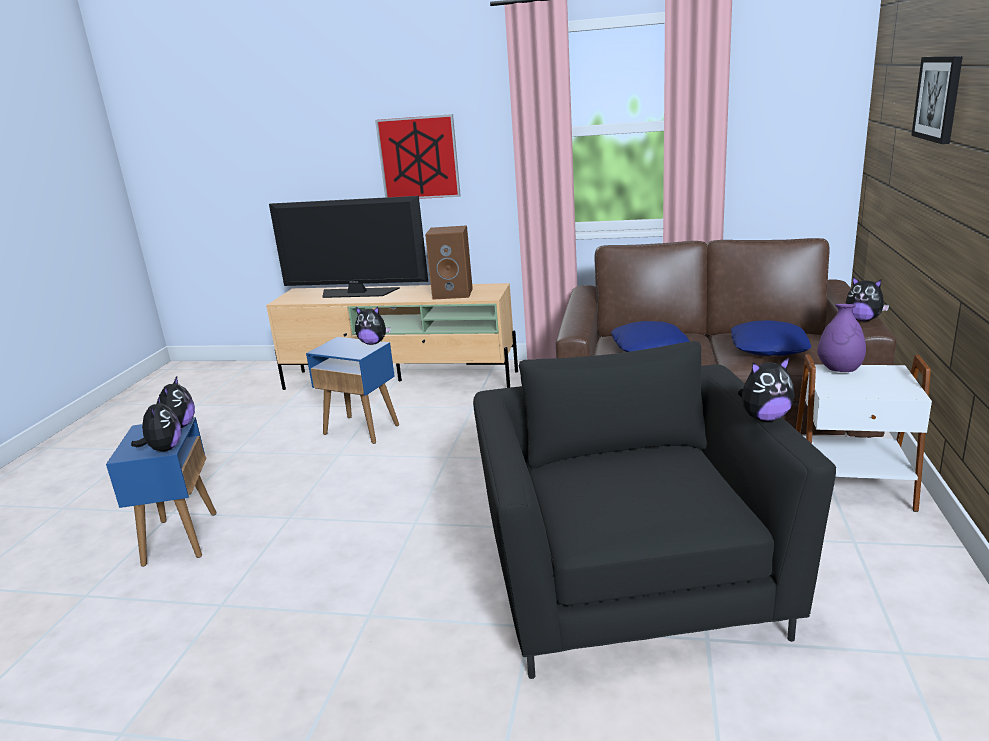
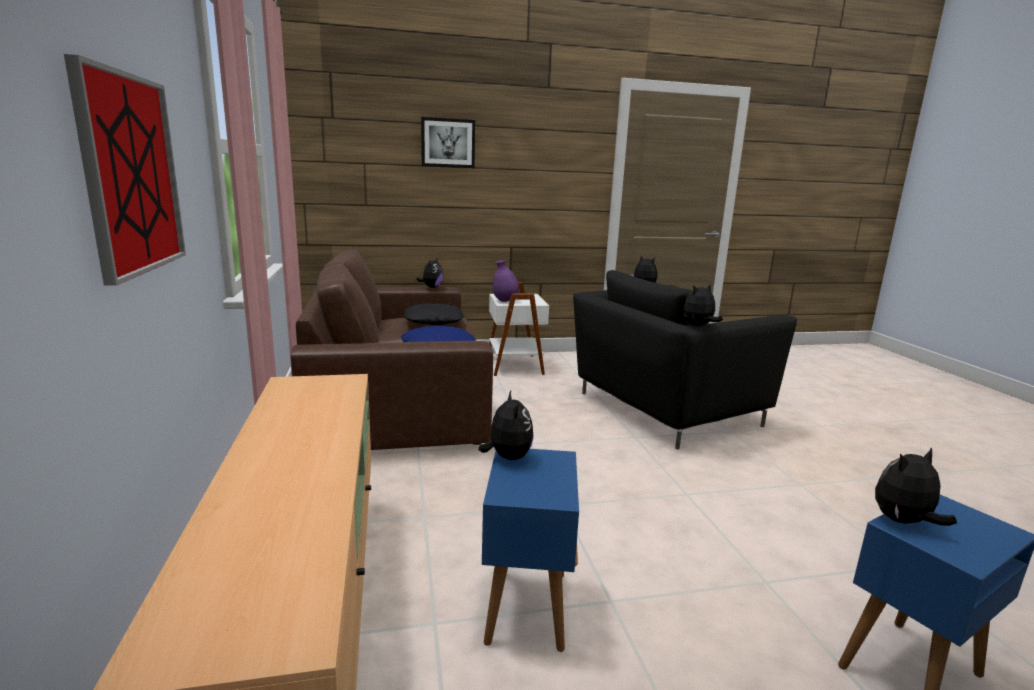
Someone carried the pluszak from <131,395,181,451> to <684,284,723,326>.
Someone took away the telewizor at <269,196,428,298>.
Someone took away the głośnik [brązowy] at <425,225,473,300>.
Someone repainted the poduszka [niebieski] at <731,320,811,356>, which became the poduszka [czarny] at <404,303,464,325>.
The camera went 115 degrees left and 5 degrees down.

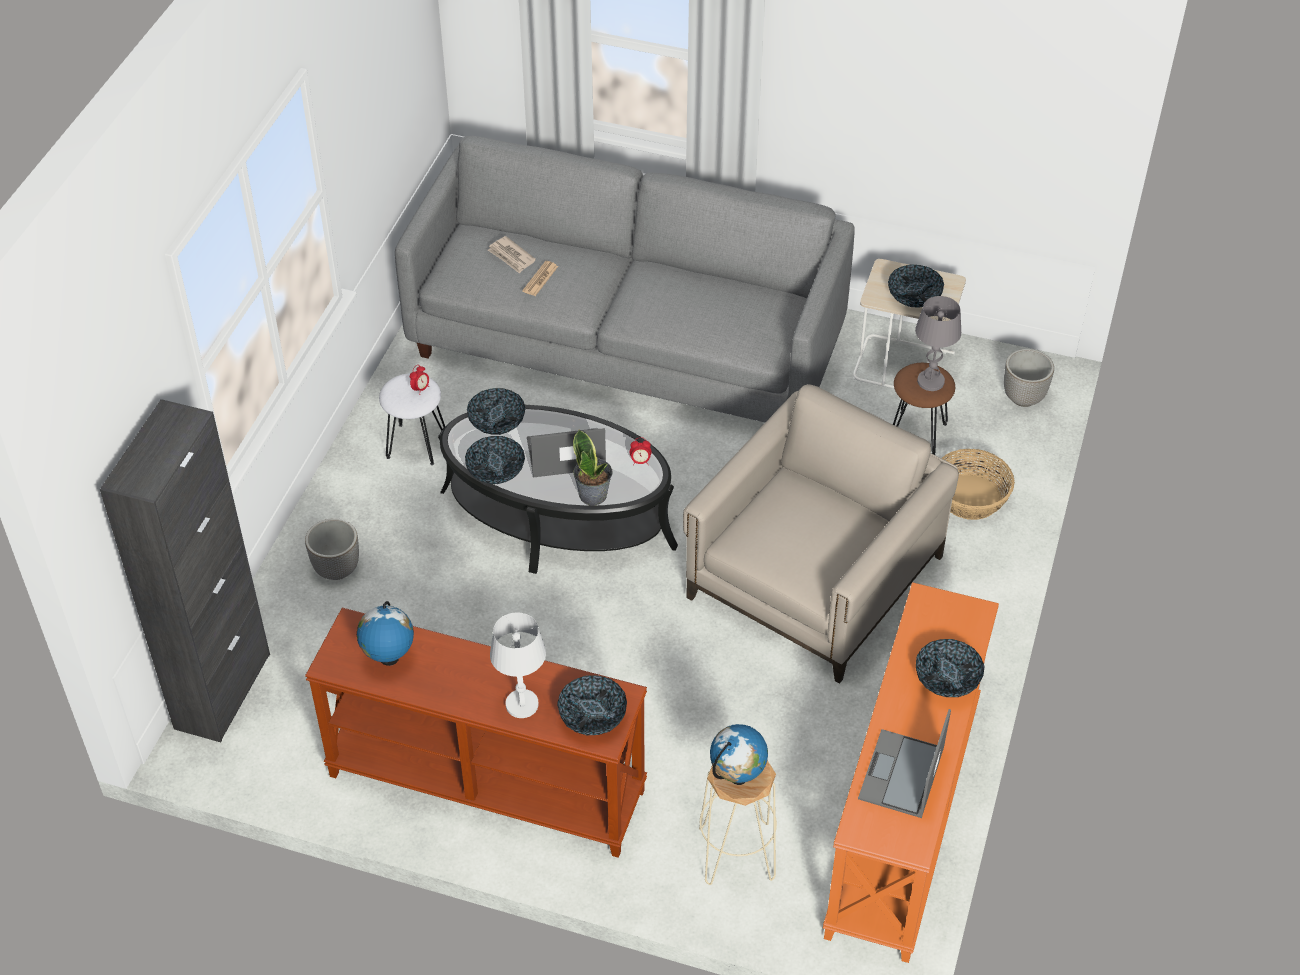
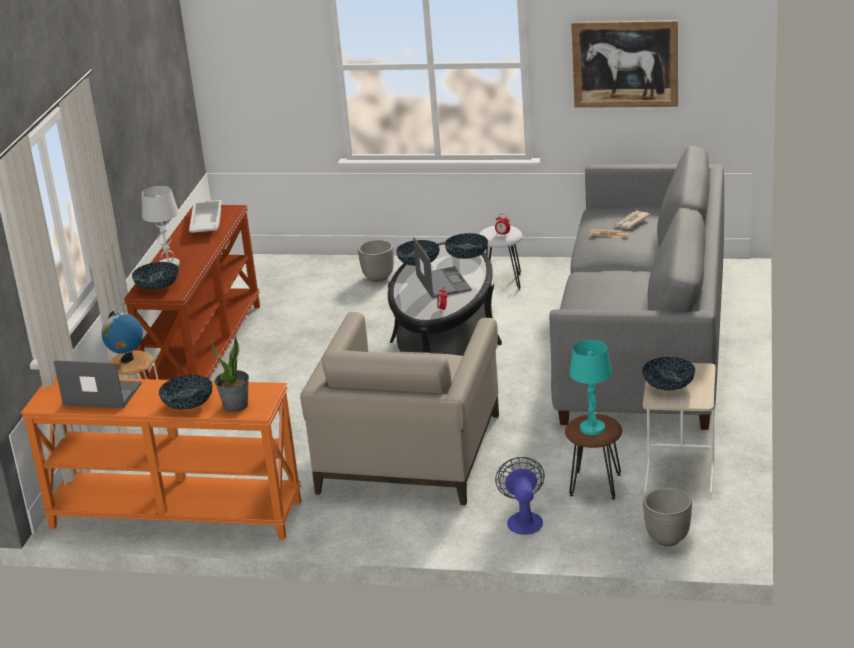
Someone took away the szafka [czarny] at <100,399,270,742>.
Someone swapped the globus at <357,601,414,666> for the taca [biały] at <189,200,222,233>.
Someone carried the roślina doniczkowa from <573,430,612,506> to <211,333,249,412>.
Someone rotated the fotel [beżowy] at <683,384,959,684> by 75 degrees clockwise.
Someone repainted the lampa stołowa [szary] at <915,296,961,391>, which became the lampa stołowa [turkusowy] at <570,340,612,435>.
Someone swapped the koszyk at <941,449,1015,520> for the wentylator at <495,457,545,535>.
Someone put up the obraz at <571,20,678,108>.
The camera went 85 degrees right and 20 degrees down.

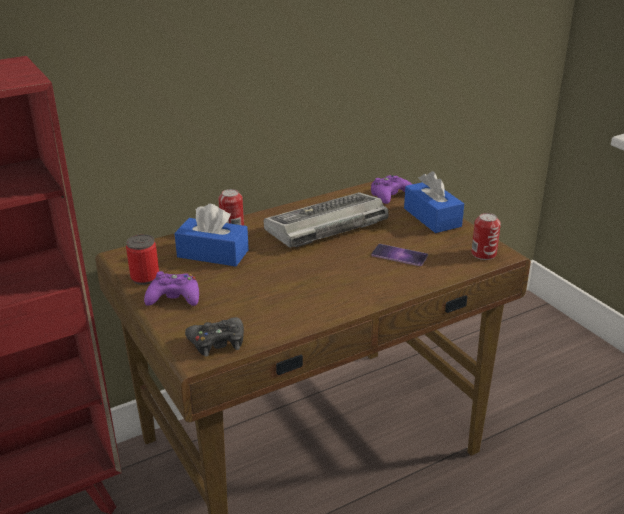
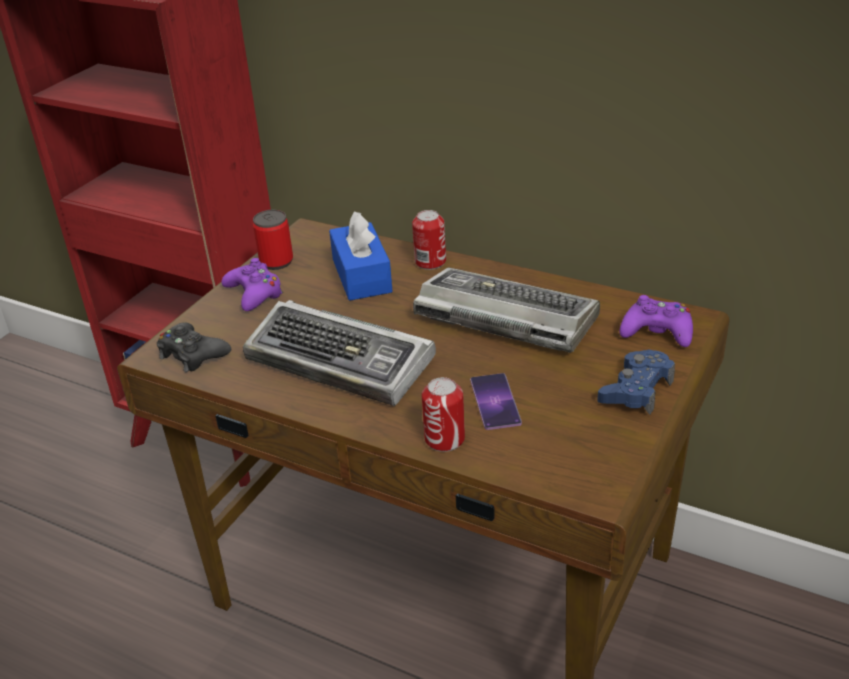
Someone swapped the pudełko chusteczek [niebieski] at <404,171,464,233> for the pad do gier [niebieski] at <597,349,675,415>.
Someone carried the puszka from <471,213,501,260> to <422,377,465,452>.
Someone put down the klawiatura at <243,300,436,406>.
The camera went 60 degrees right and 5 degrees up.

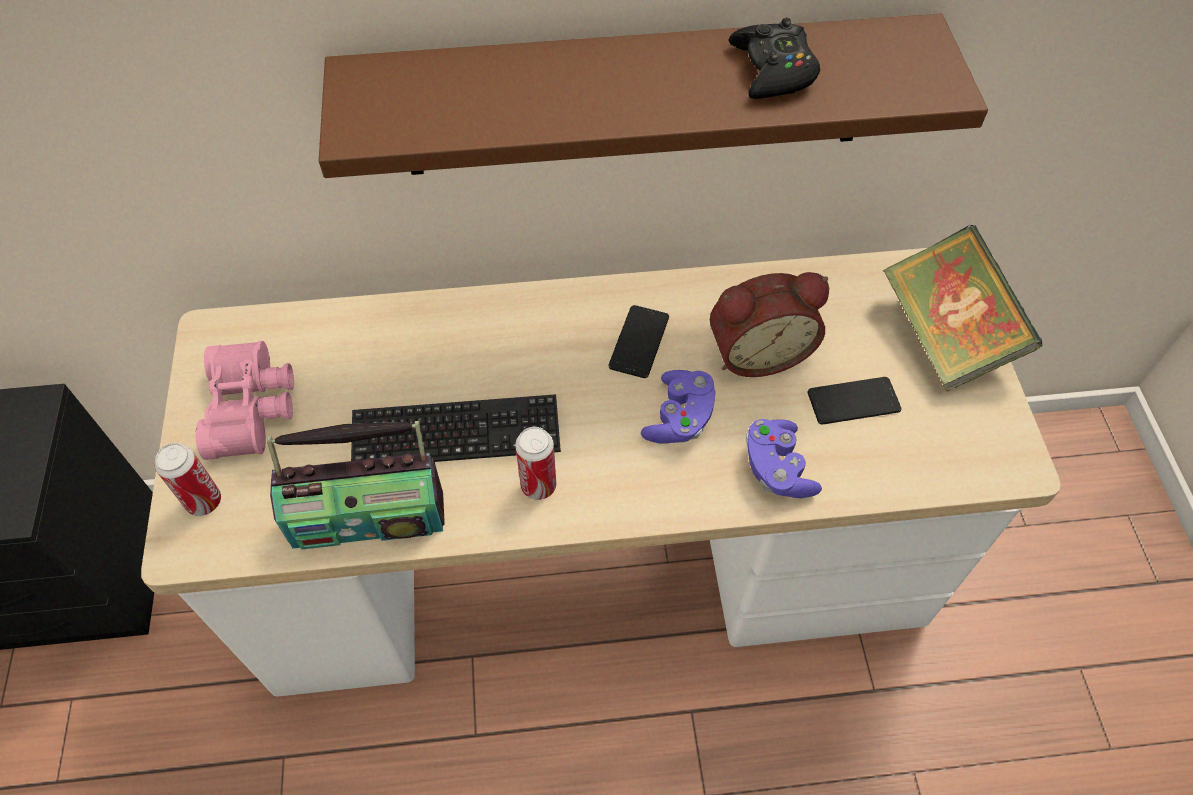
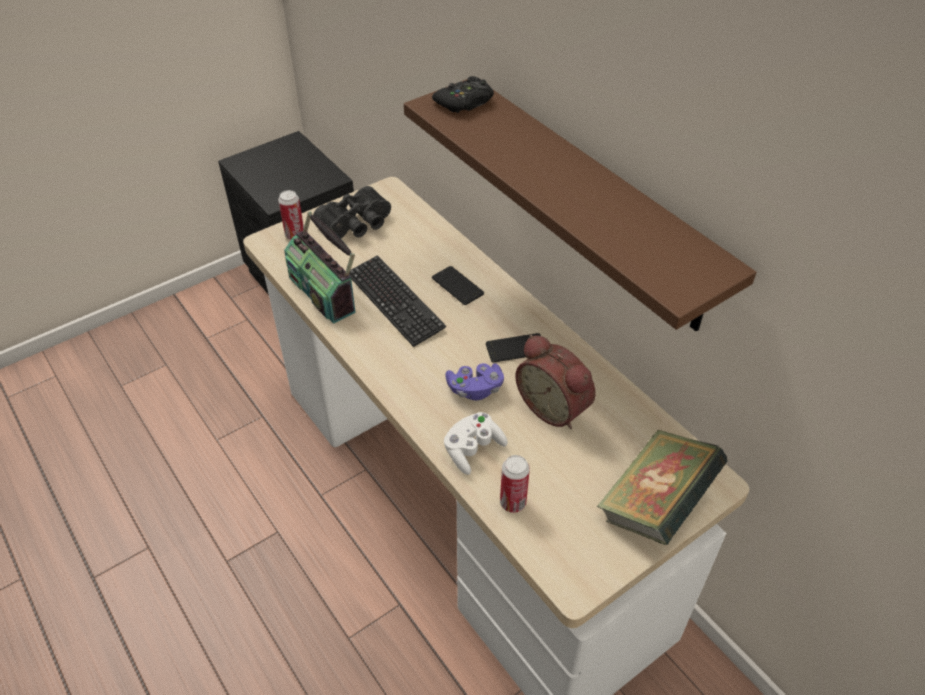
Someone repainted the lornetka [różowy] at <196,341,294,460>, which became the lornetka [czarny] at <313,186,391,238>.
Someone carried the puszka from <515,427,556,500> to <500,455,530,513>.
Someone carried the pad do gier [czarny] from <729,18,820,99> to <432,76,494,113>.
Someone repainted the pad do gier [fioletowy] at <746,419,822,498>, which became the pad do gier [biały] at <444,412,508,475>.
Someone carried the telefon from <808,377,901,425> to <432,266,484,305>.
The camera went 60 degrees right and 10 degrees down.

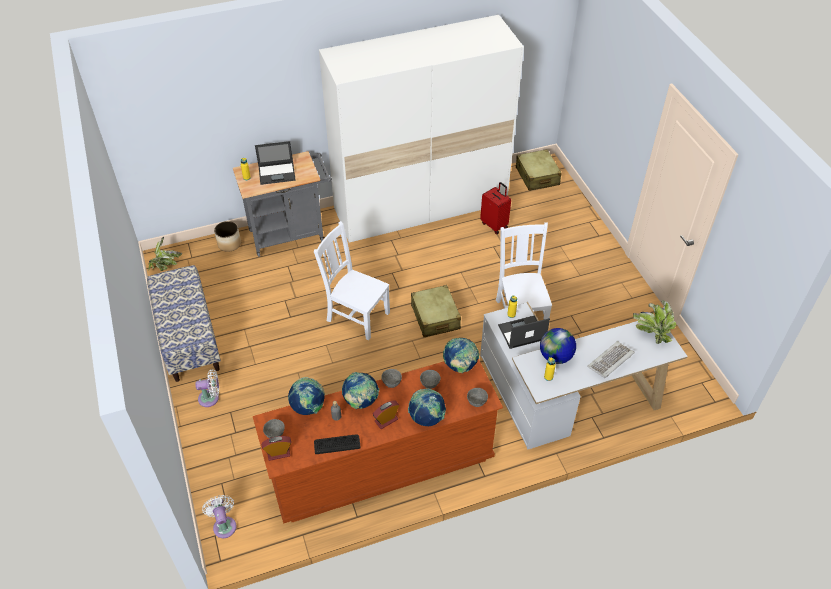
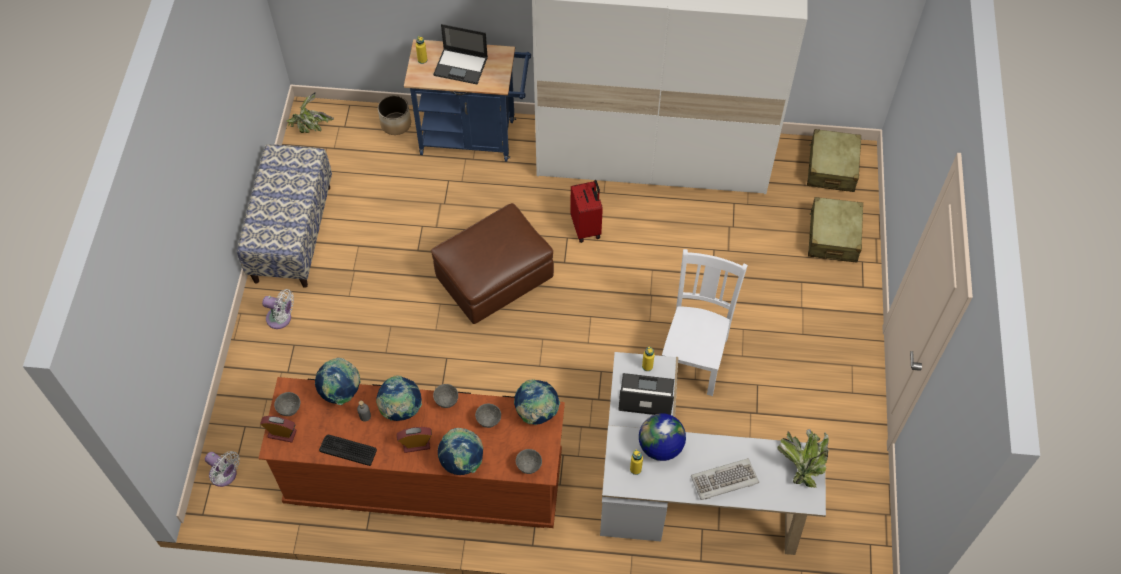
Someone rotated the wentylator [biały] at <202,495,237,538> by 120 degrees clockwise.
Someone repainted the wózek [szary] at <233,151,332,257>, which became the wózek [niebieski] at <404,39,531,162>.
Someone swapped the krzesło [biały] at <314,221,390,341> for the pufa [brązowy] at <431,203,554,324>.
Someone carried the walizka [beżowy] from <411,285,461,337> to <808,197,863,262>.
Someone carried the walizka [czerwony] from <480,182,511,234> to <570,180,603,243>.
The camera went 25 degrees right and 10 degrees up.

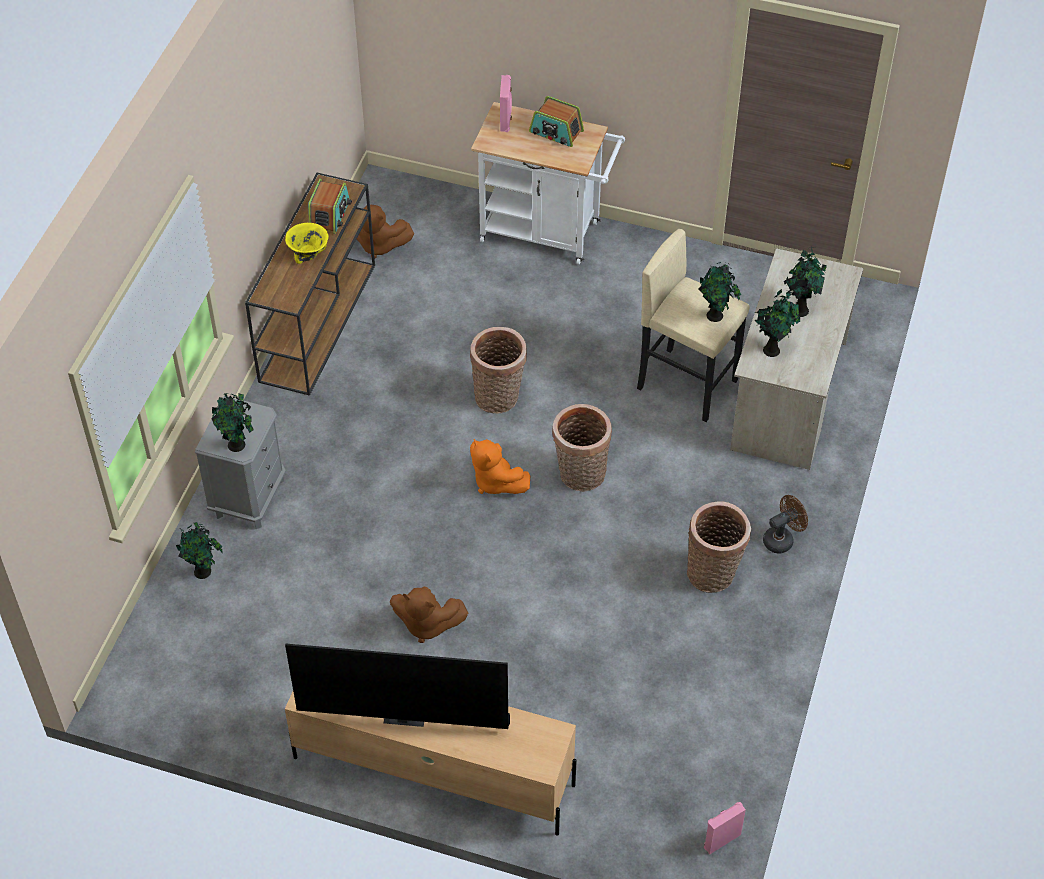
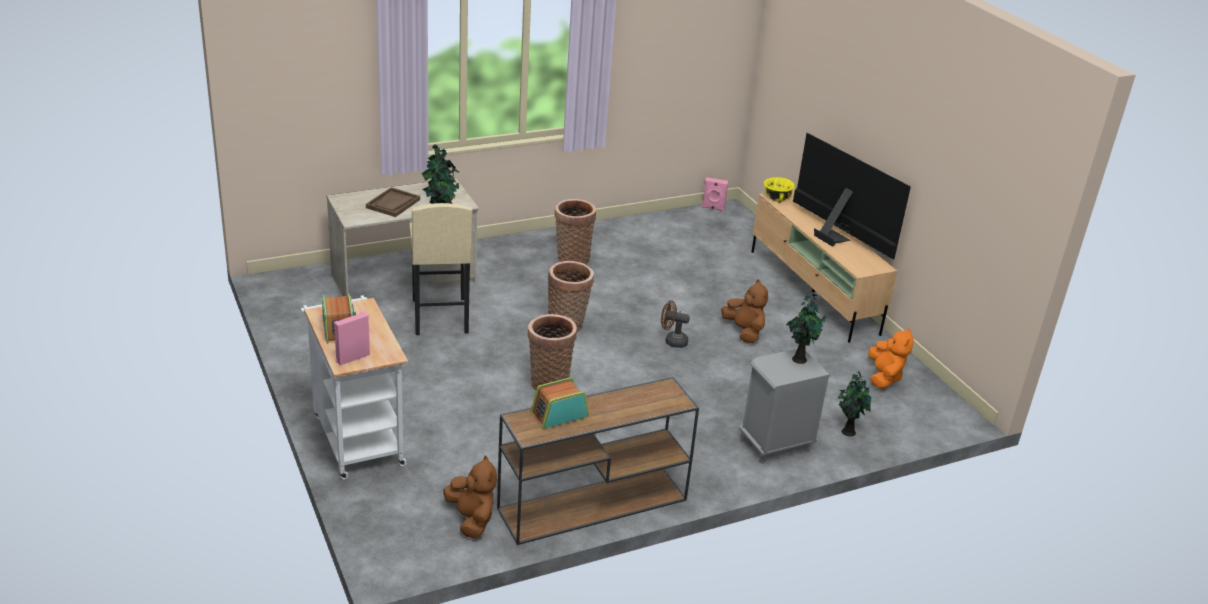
Someone carried the miska [żółty] from <285,223,329,264> to <764,177,795,203>.
Someone carried the pluszak [pomarańczowy] from <470,439,530,494> to <868,328,913,389>.
Someone carried the wentylator [brązowy] from <763,495,808,554> to <661,300,690,348>.
Someone swapped the roślina doniczkowa at <784,247,827,317> for the taca [brązowy] at <366,187,420,217>.
The camera went 135 degrees left and 20 degrees down.

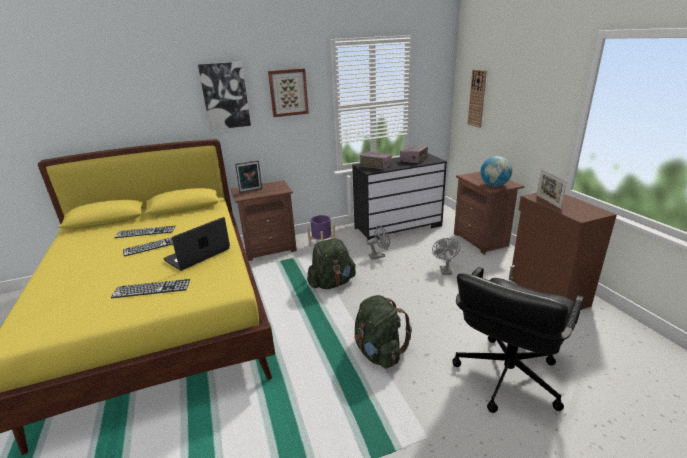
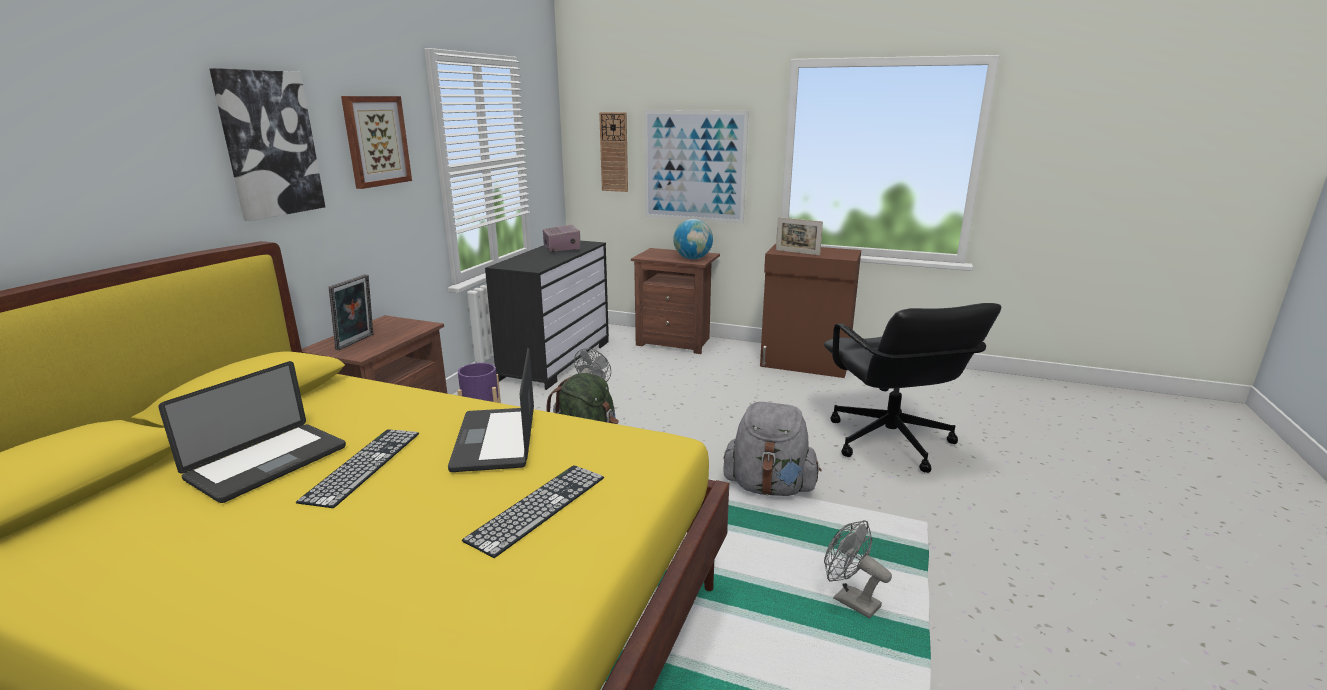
Someone swapped the klawiatura at <115,226,176,238> for the laptop at <158,361,346,503>.
Someone repainted the plecak [zielony] at <354,295,412,369>, which became the plecak [szary] at <723,402,822,496>.
Someone took away the radio at <360,152,392,169>.
Someone carried the wentylator [szary] from <432,238,460,275> to <824,520,892,619>.
Someone put up the obraz at <644,110,749,223>.
The camera went 50 degrees left and 5 degrees down.

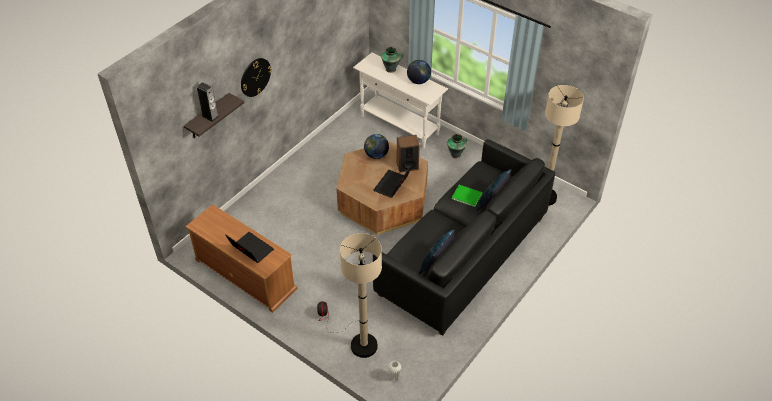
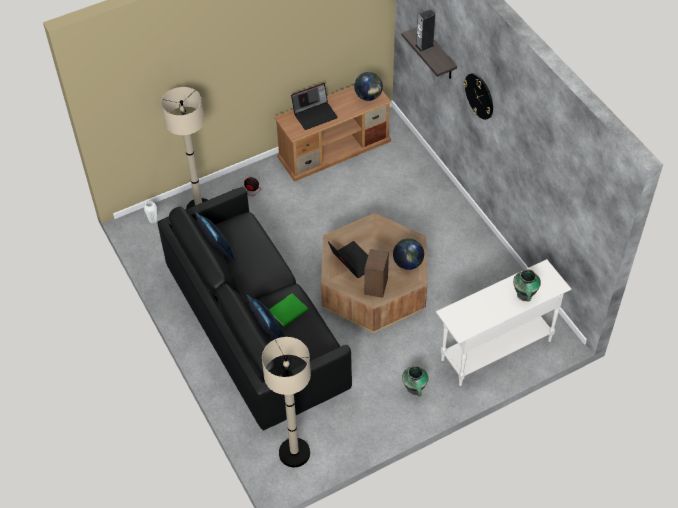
Someone carried the globus from <407,60,431,84> to <354,72,383,101>.
The camera went 115 degrees right and 5 degrees up.

